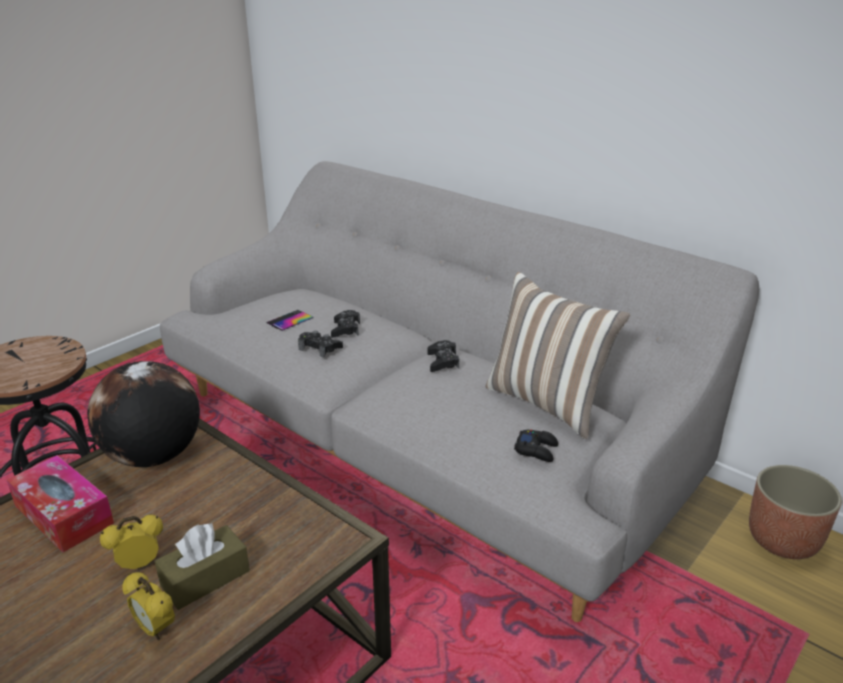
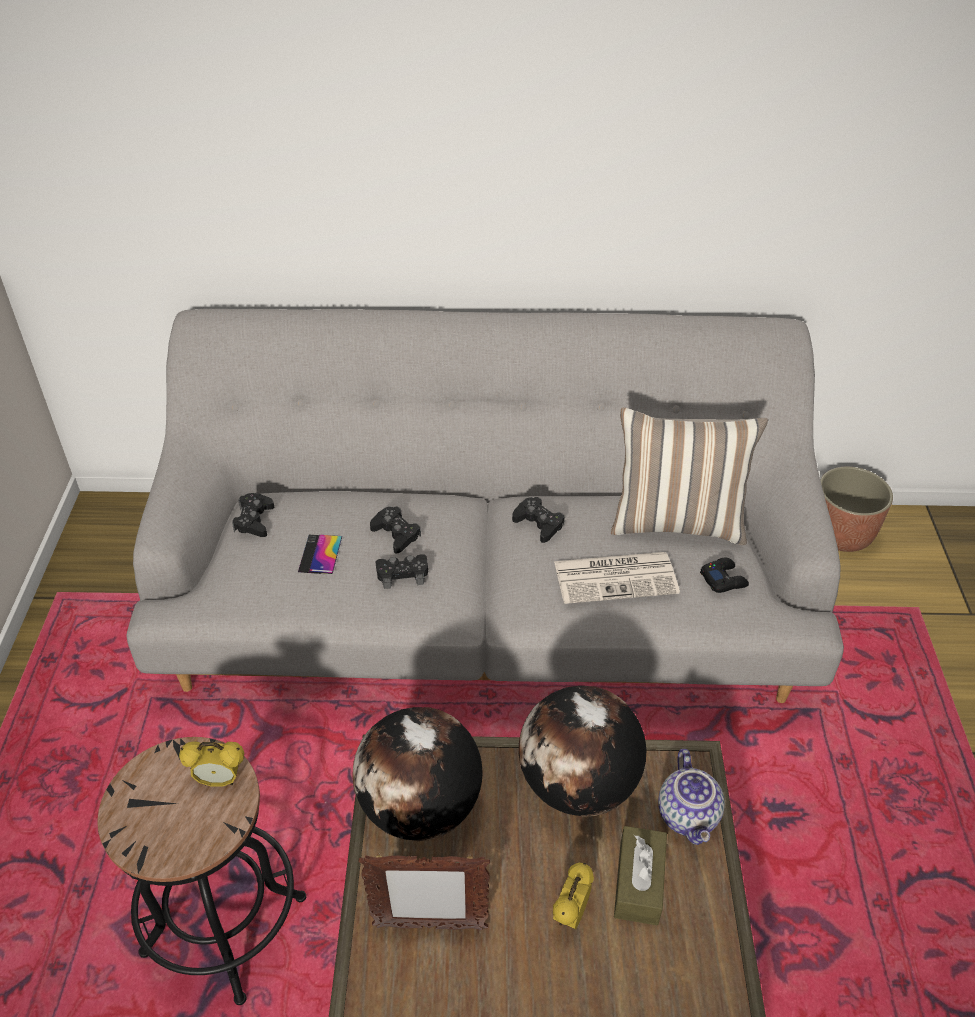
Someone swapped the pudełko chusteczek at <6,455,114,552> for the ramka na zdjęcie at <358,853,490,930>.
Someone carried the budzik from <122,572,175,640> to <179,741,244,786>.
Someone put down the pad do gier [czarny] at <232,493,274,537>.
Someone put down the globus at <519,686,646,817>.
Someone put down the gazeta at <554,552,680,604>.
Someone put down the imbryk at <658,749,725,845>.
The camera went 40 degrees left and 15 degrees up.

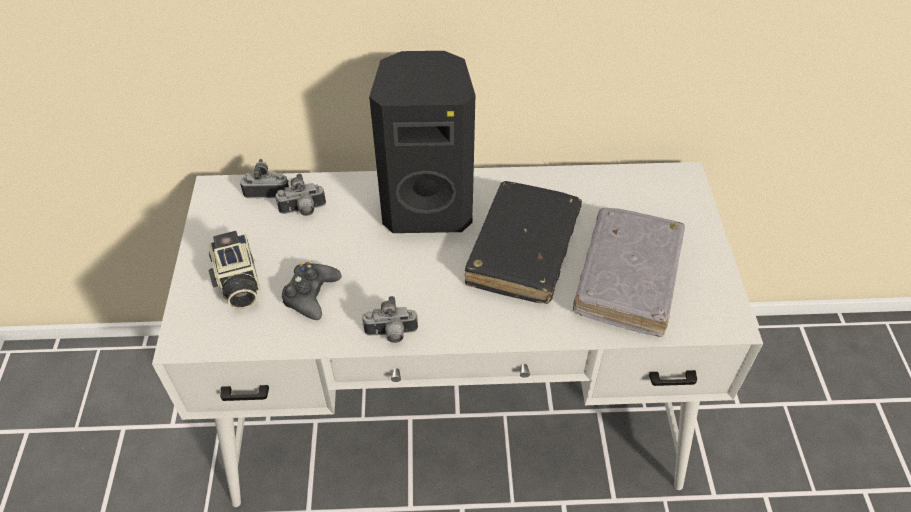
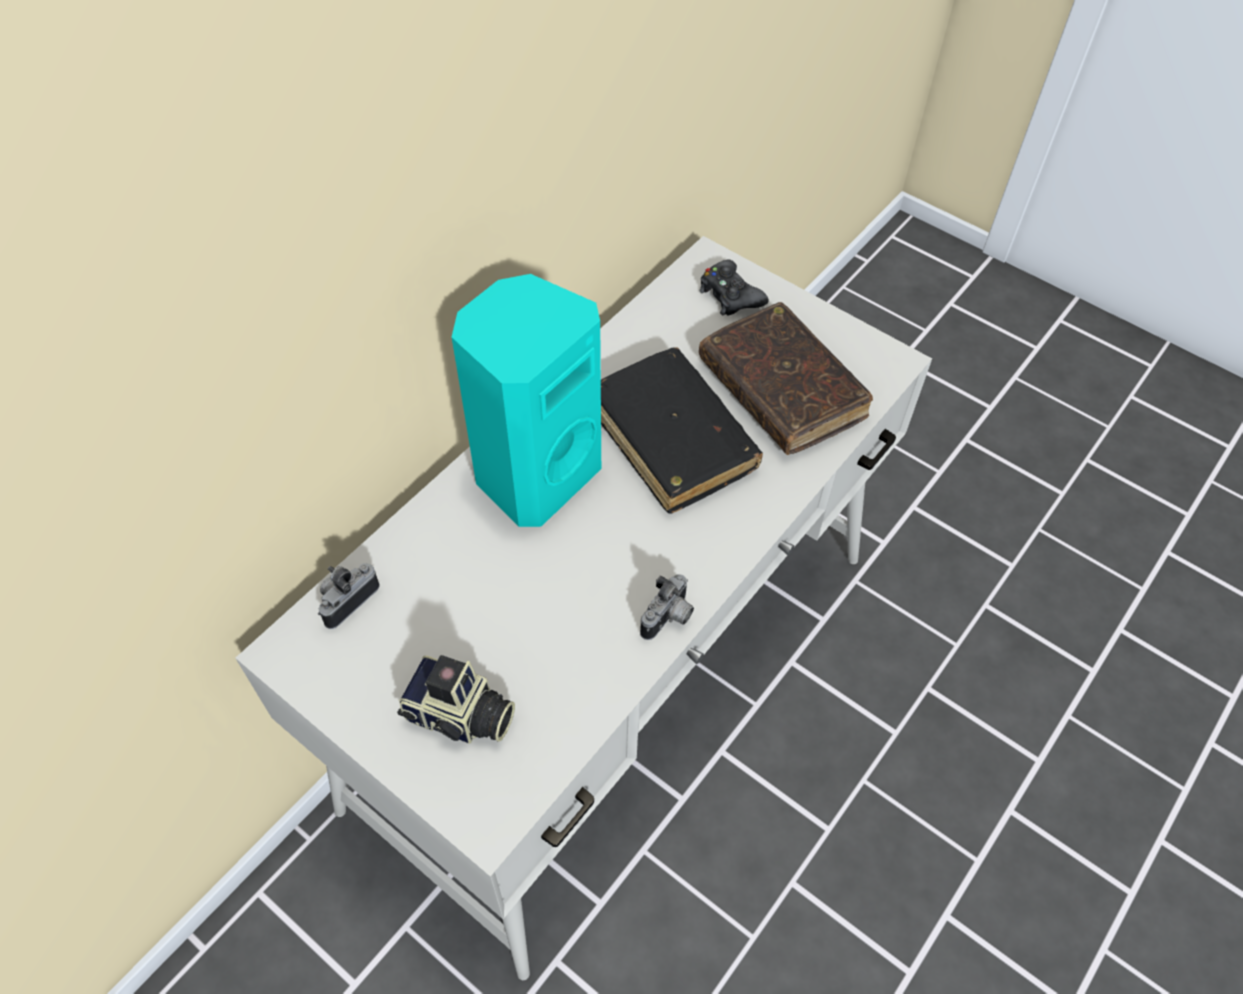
Someone took away the aparat fotograficzny at <276,174,326,216>.
Someone carried the pad do gier [czarny] from <282,262,342,320> to <699,260,769,315>.
Someone repainted the głośnik [czarny] at <369,51,475,233>, which became the głośnik [turkusowy] at <452,274,601,527>.
Someone repainted the książka [szary] at <573,208,685,337>, which became the książka [brązowy] at <699,302,873,455>.
The camera went 50 degrees left and 5 degrees up.

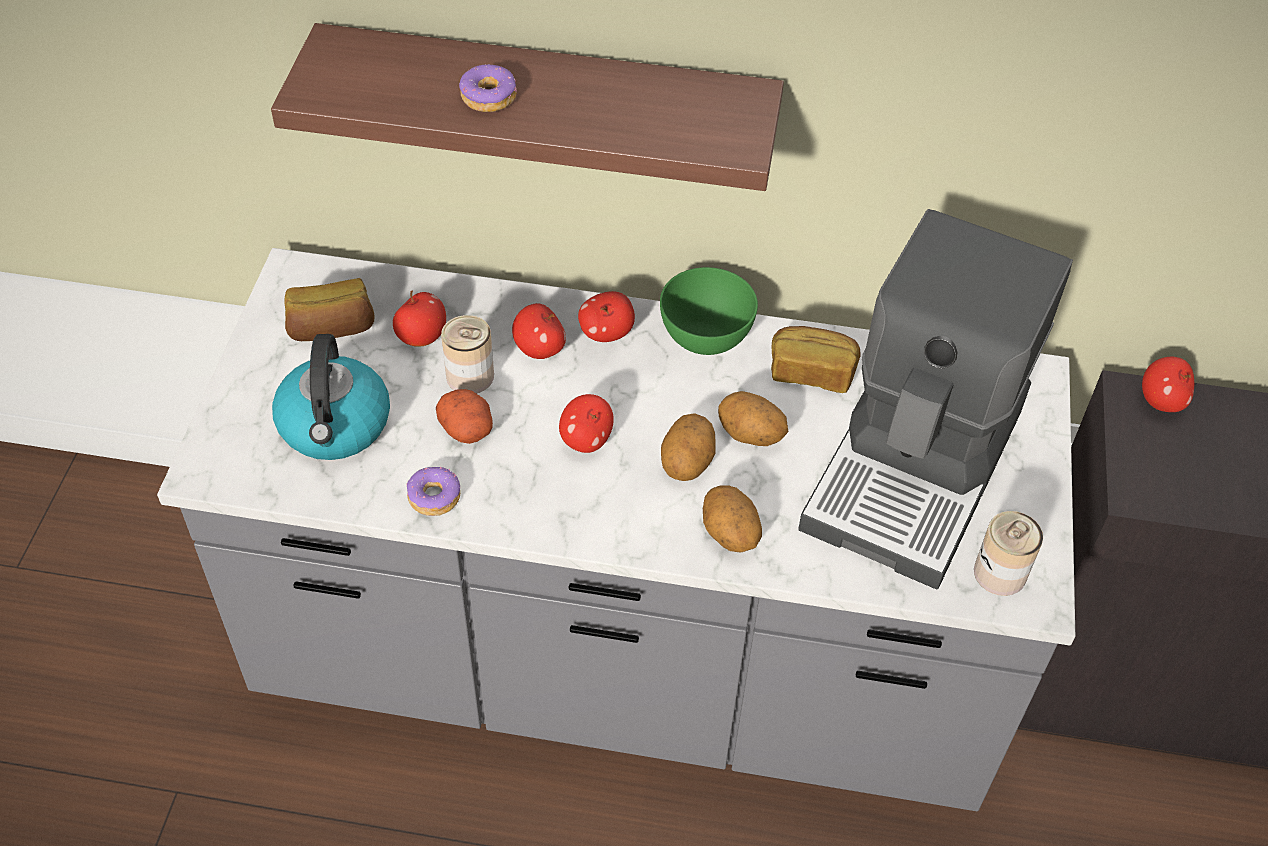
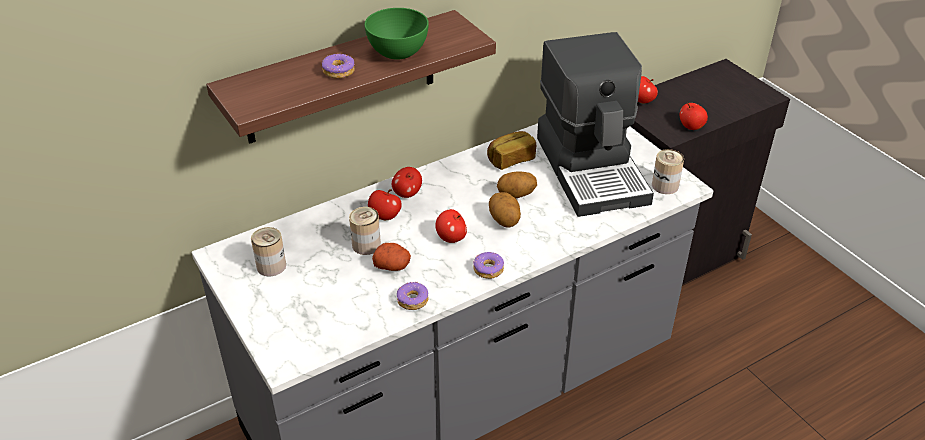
Someone took away the czajnik at <272,334,390,460>.
Someone swapped the chleb at <285,278,374,341> for the puszka at <251,227,286,276>.
Someone carried the jabłko from <393,290,446,347> to <680,103,708,130>.
Someone carried the miska [zielony] from <660,267,758,355> to <365,8,429,59>.
Someone took away the ziemniak at <703,486,762,553>.
Someone put down the donut at <473,252,504,279>.
The camera went 40 degrees left and 10 degrees down.

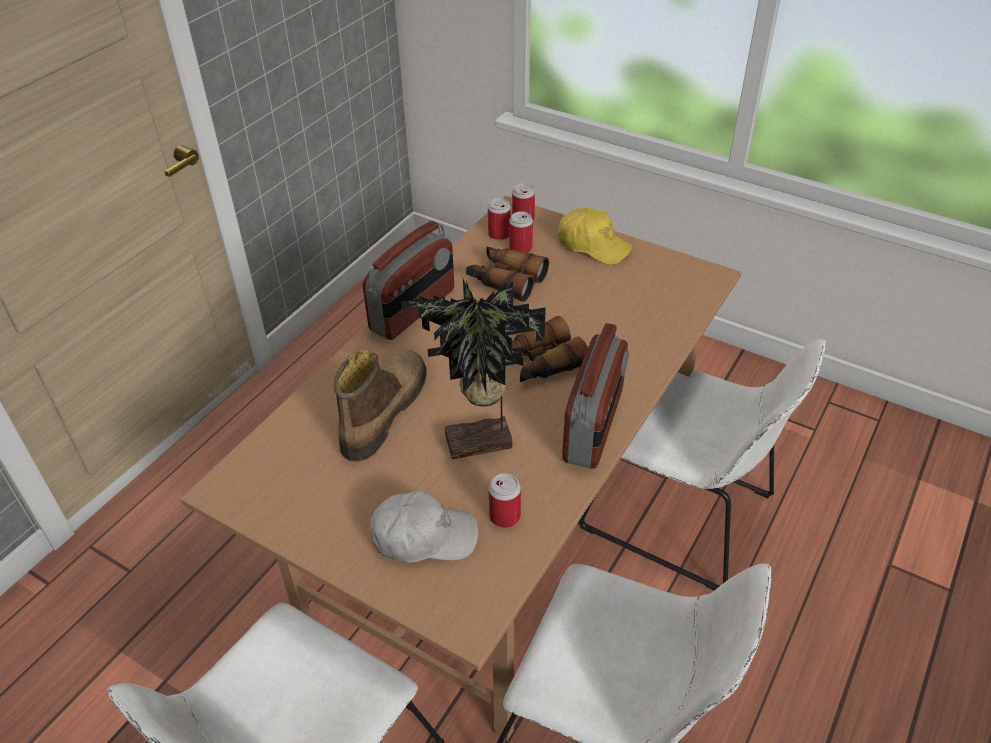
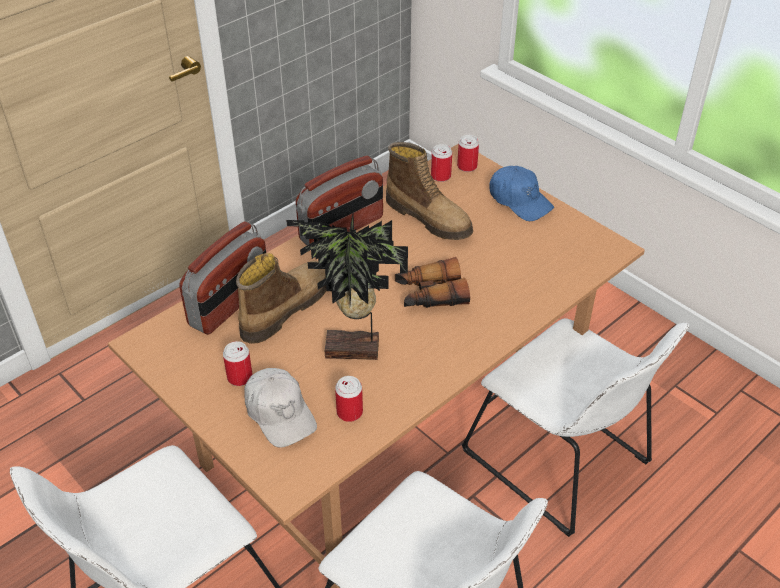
Someone rotated the czapka z daszkiem [biały] at <370,491,479,563> by 45 degrees clockwise.
Someone swapped the lornetka at <466,246,549,302> for the but z cholewką at <386,142,473,240>.
Someone carried the puszka from <509,211,533,253> to <223,341,253,386>.
Someone repainted the czapka z daszkiem [żółty] at <558,208,633,265>, which became the czapka z daszkiem [niebieski] at <489,166,554,221>.
Someone carried the radio from <562,323,629,469> to <179,221,266,335>.
The camera went 15 degrees right and 0 degrees up.

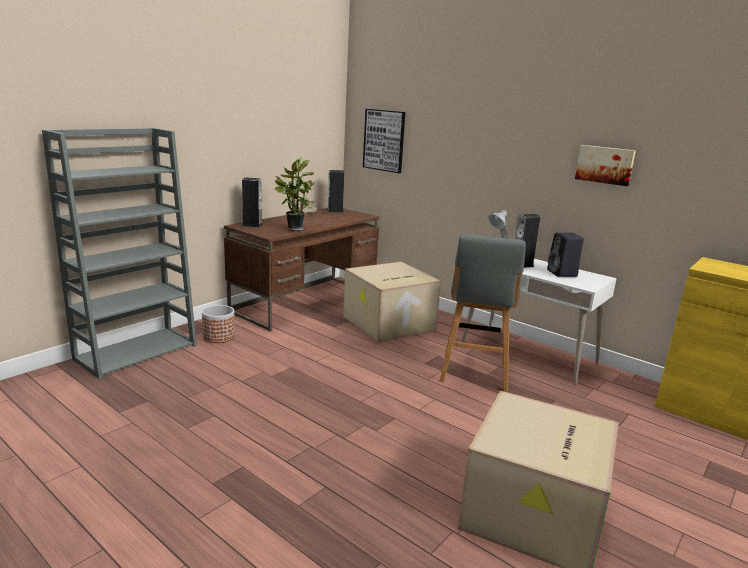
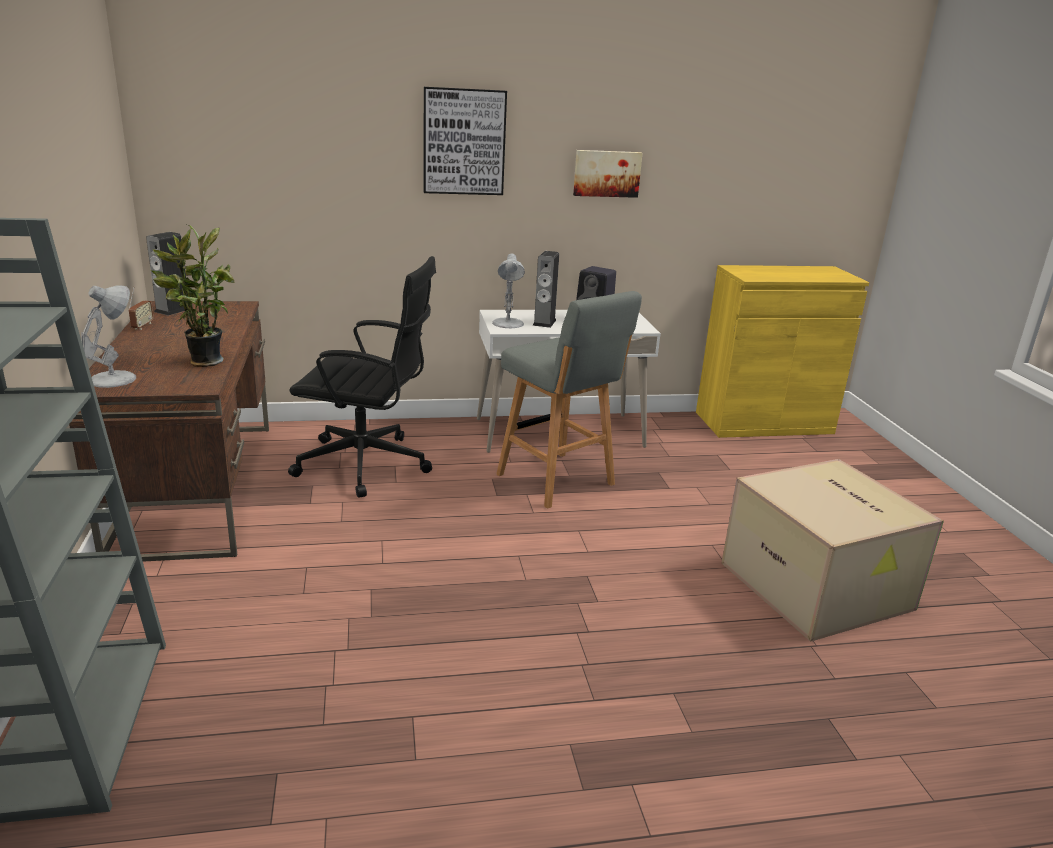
Someone took away the donica at <202,305,235,343>.
Someone swapped the głośnik at <242,177,263,227> for the lampa stołowa [biały] at <81,285,136,388>.
Someone swapped the karton at <343,261,441,342> for the krzesło biurowe [czarny] at <288,256,436,498>.
Someone carried the obraz from <363,109,405,173> to <424,87,507,195>.
The camera went 50 degrees left and 5 degrees up.

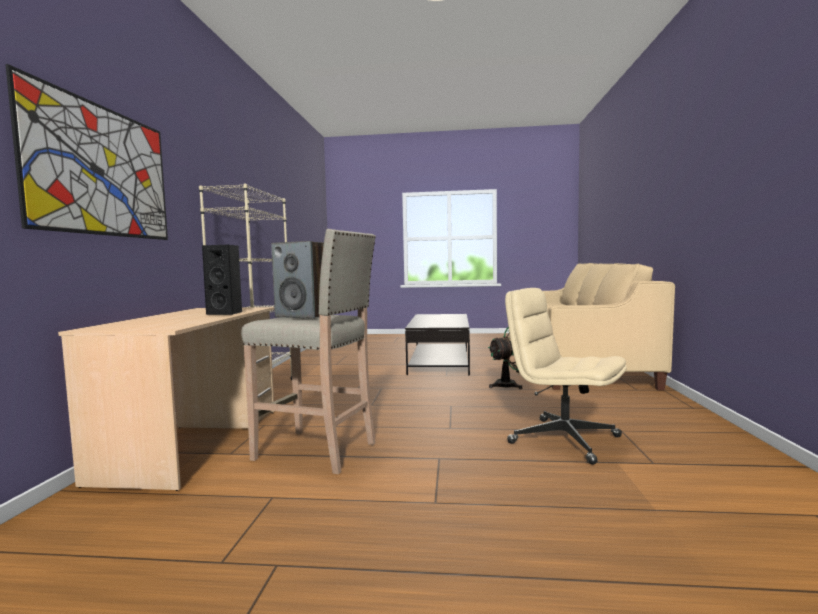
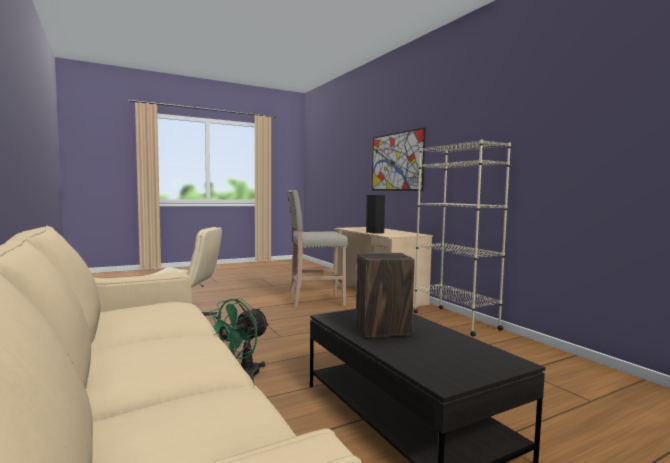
Someone carried the głośnik from <271,241,324,318> to <356,253,415,338>.
The camera went 145 degrees right and 0 degrees up.

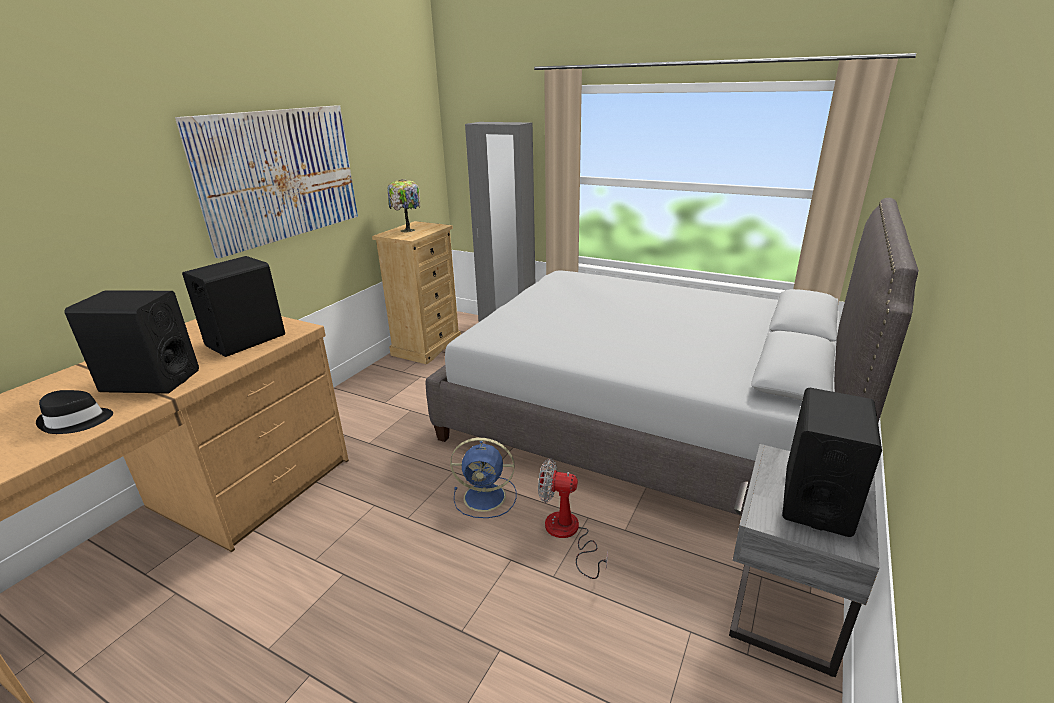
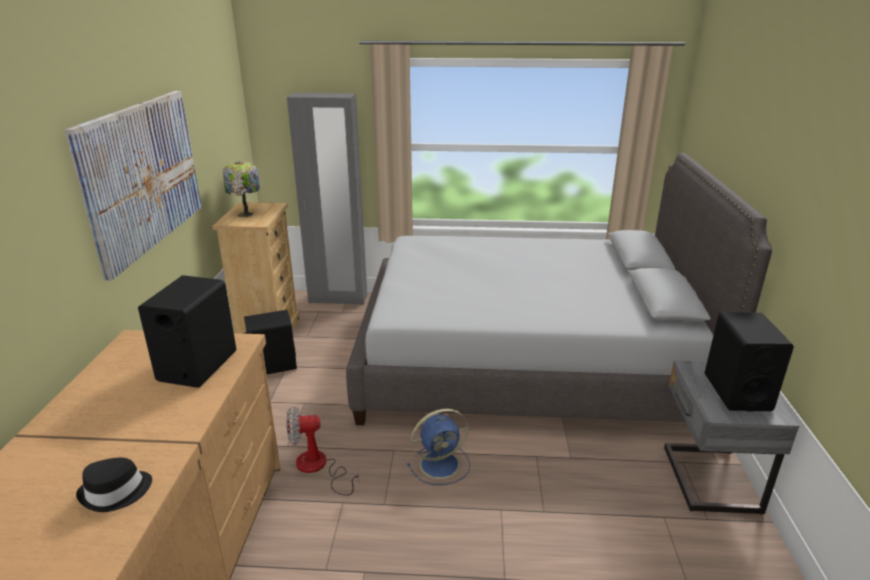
Someone carried the głośnik [czarny] from <65,291,199,393> to <243,310,297,374>.
Someone carried the wentylator from <538,458,608,579> to <286,406,359,496>.
The camera went 25 degrees left and 0 degrees up.

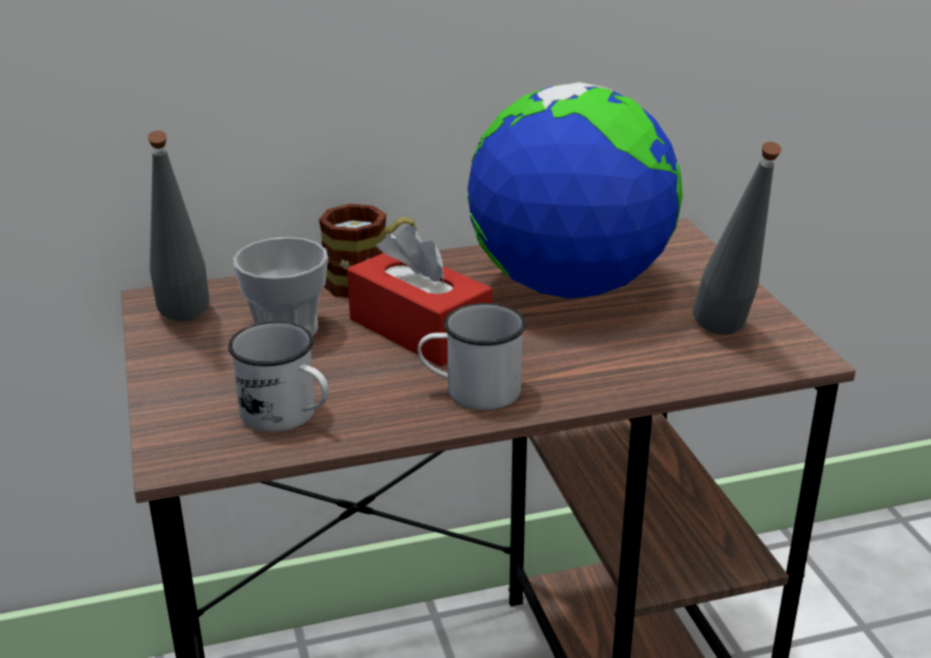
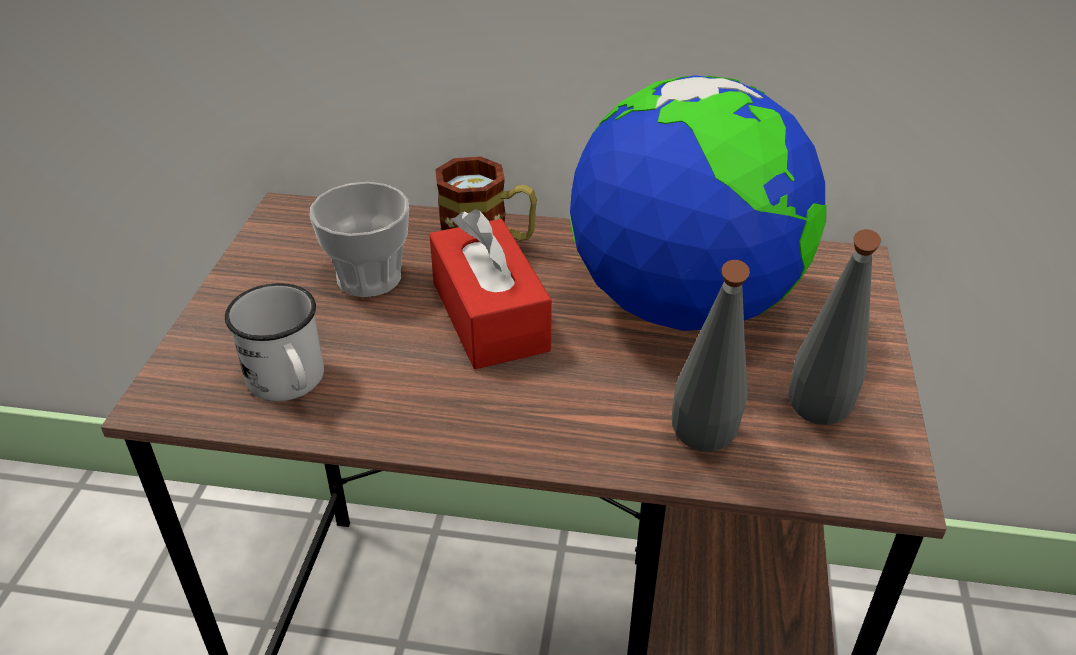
Someone carried the butelka [szary] from <148,131,209,321> to <672,260,750,451>.
Someone took away the kubek [biały] at <418,303,526,410>.
The camera went 25 degrees right and 10 degrees up.

